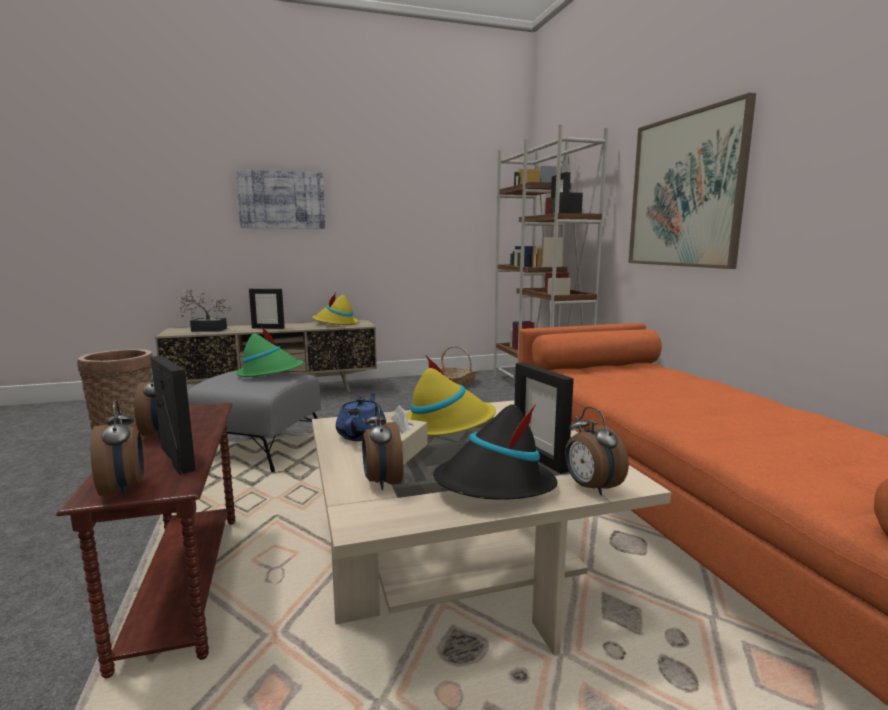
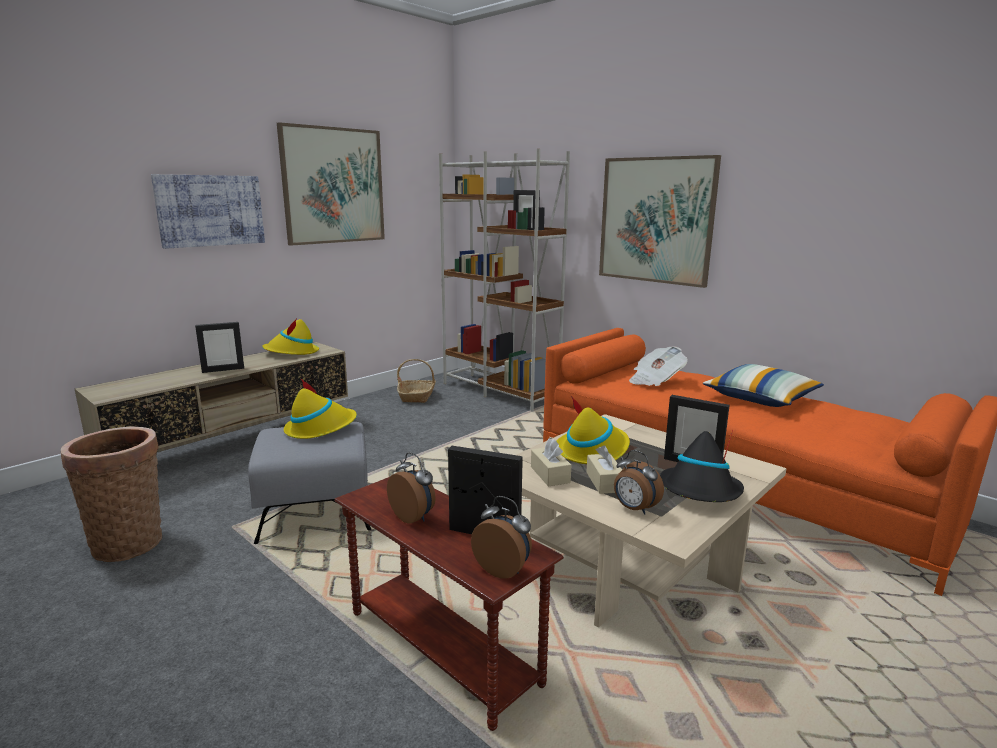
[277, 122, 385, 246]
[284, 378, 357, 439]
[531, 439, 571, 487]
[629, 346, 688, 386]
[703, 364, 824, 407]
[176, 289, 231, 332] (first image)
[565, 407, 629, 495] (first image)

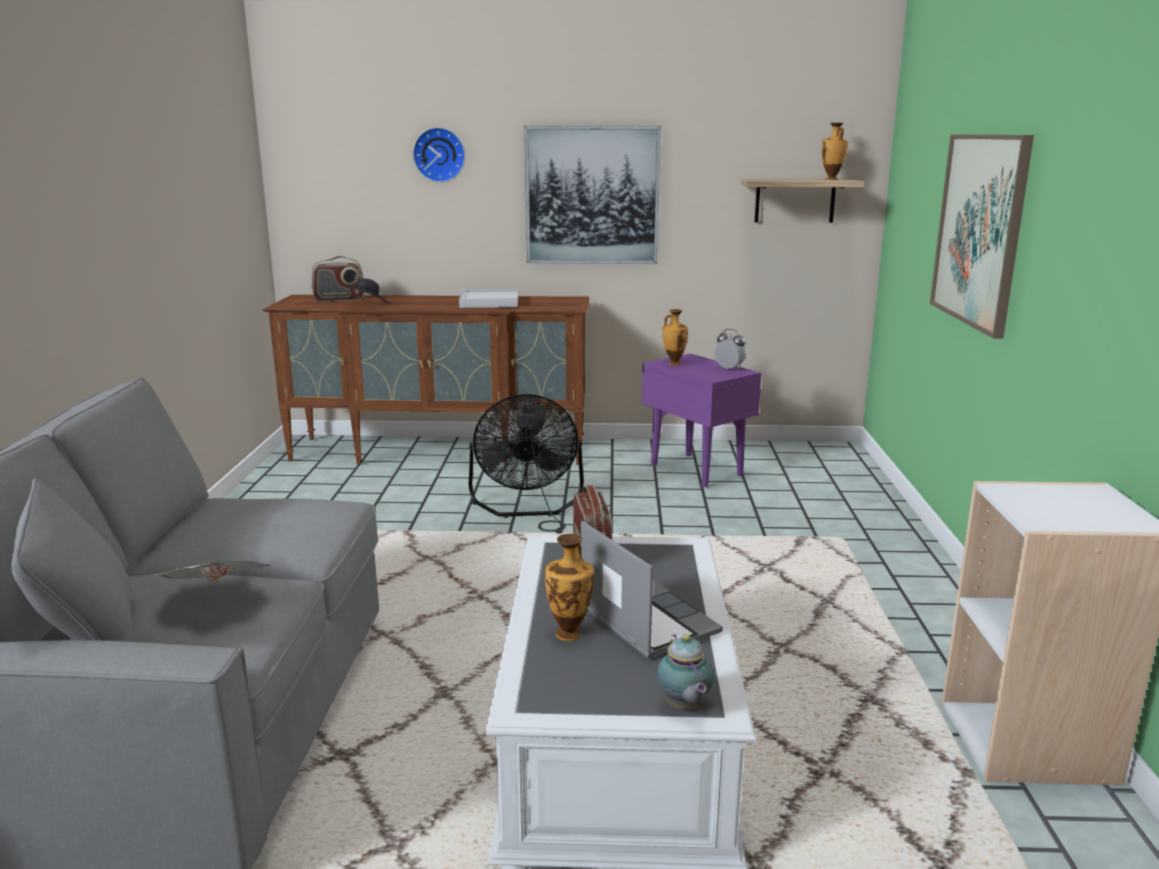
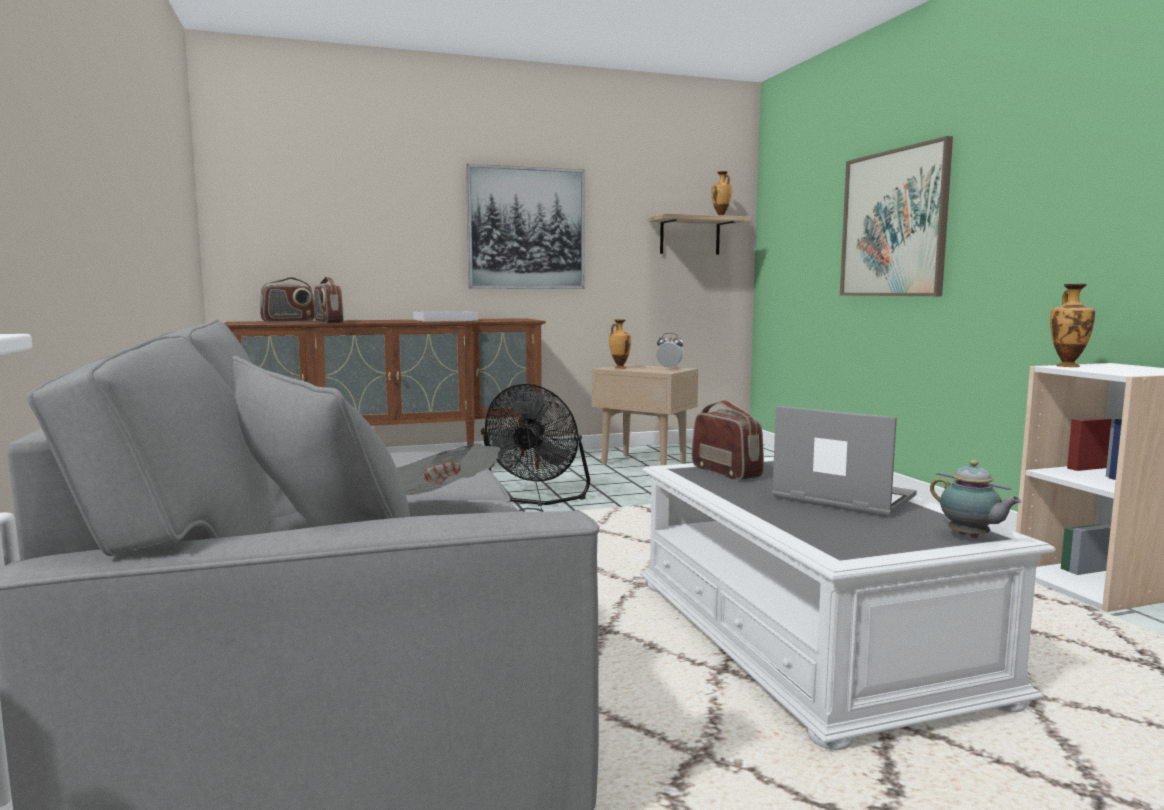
[314, 277, 343, 323]
[481, 384, 590, 512]
[592, 364, 698, 465]
[1050, 284, 1095, 367]
[413, 127, 465, 183] (first image)

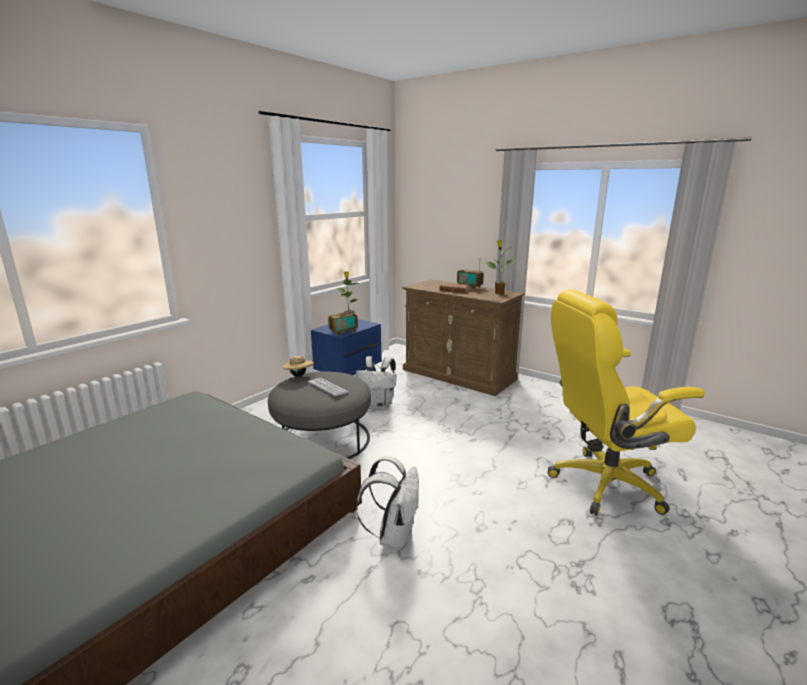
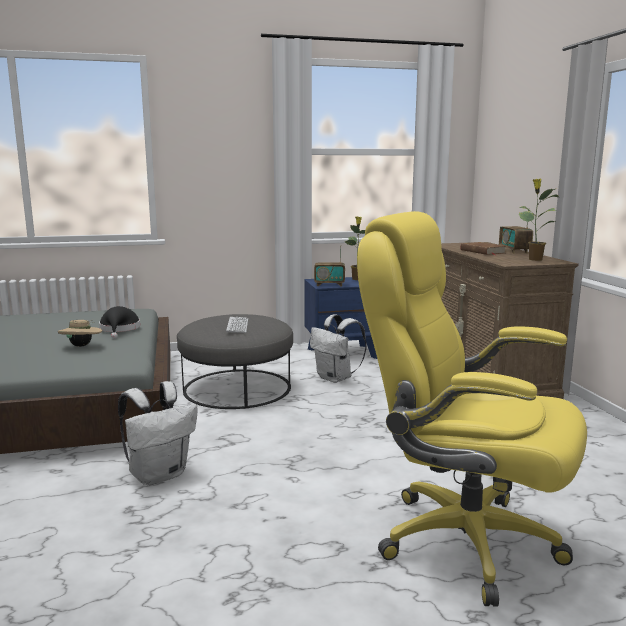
[58, 320, 102, 347]
[99, 306, 140, 339]

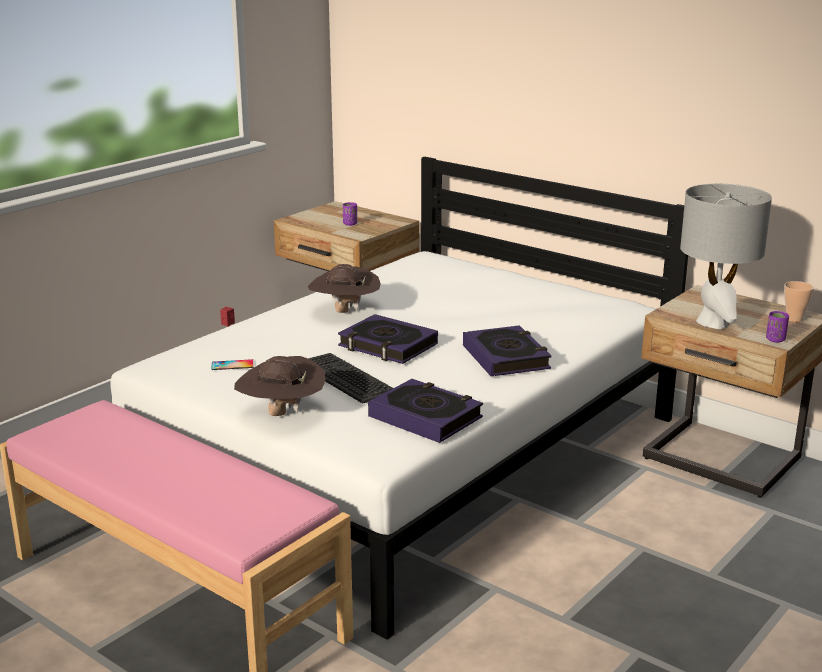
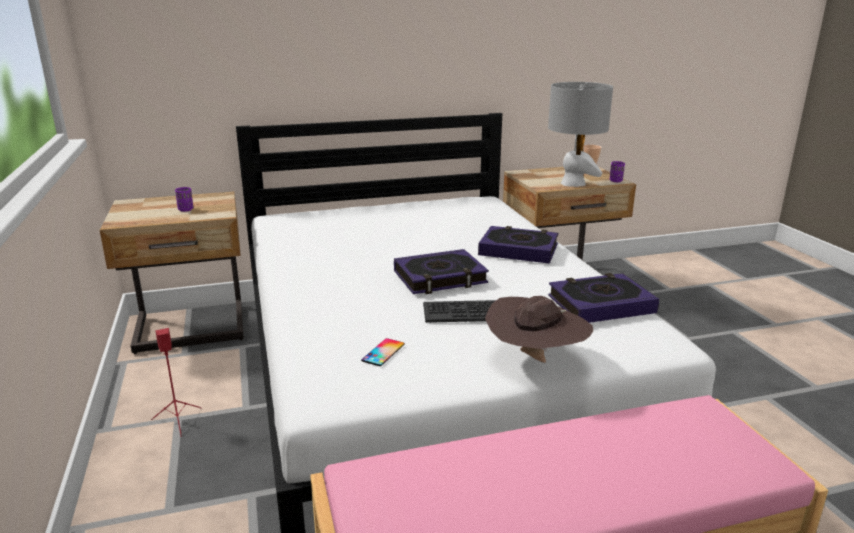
[308, 264, 381, 313] (first image)

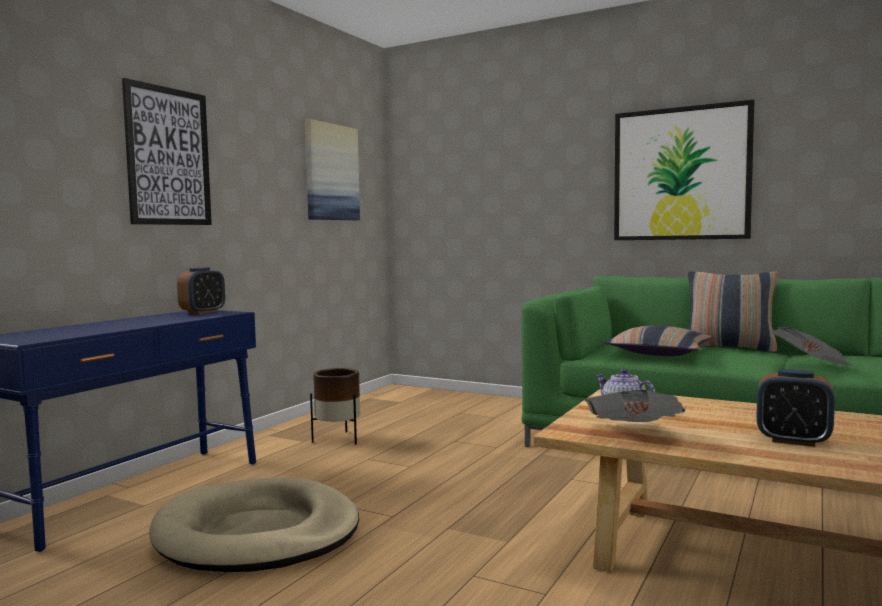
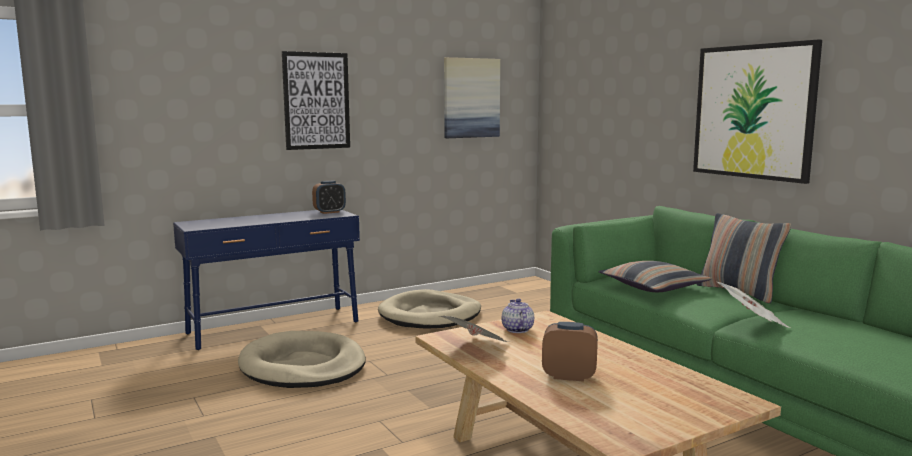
[378, 289, 481, 329]
[542, 322, 598, 382]

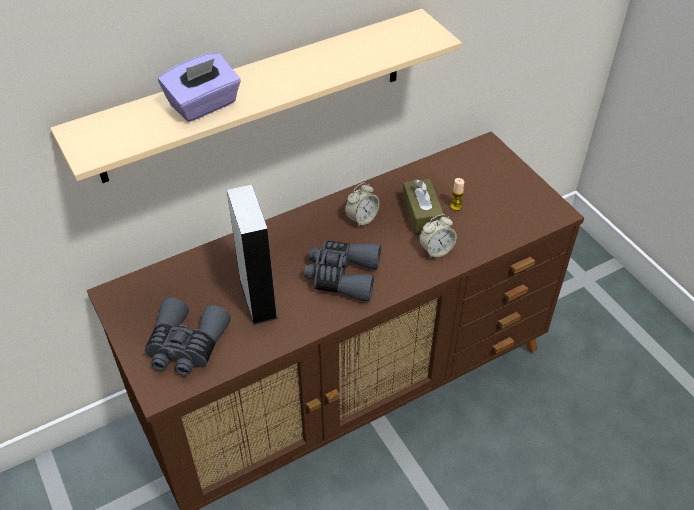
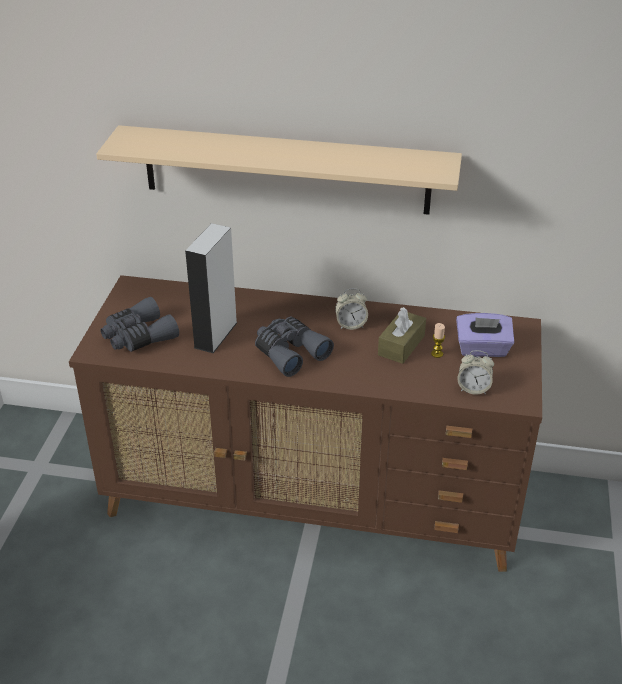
[456, 313, 515, 357]
[458, 350, 494, 395]

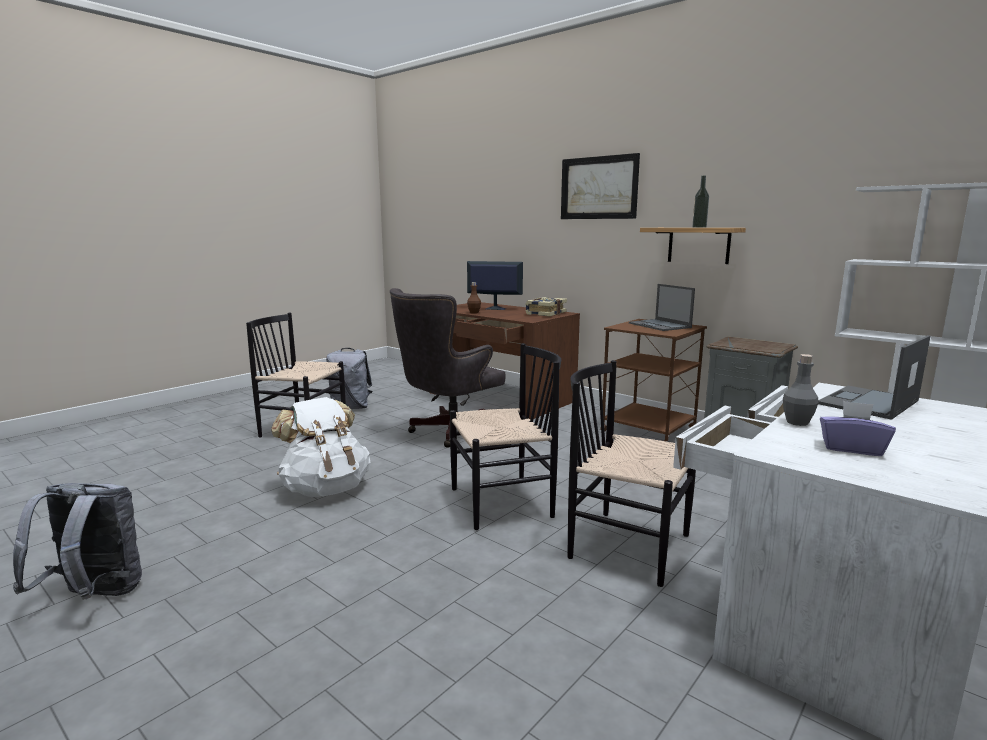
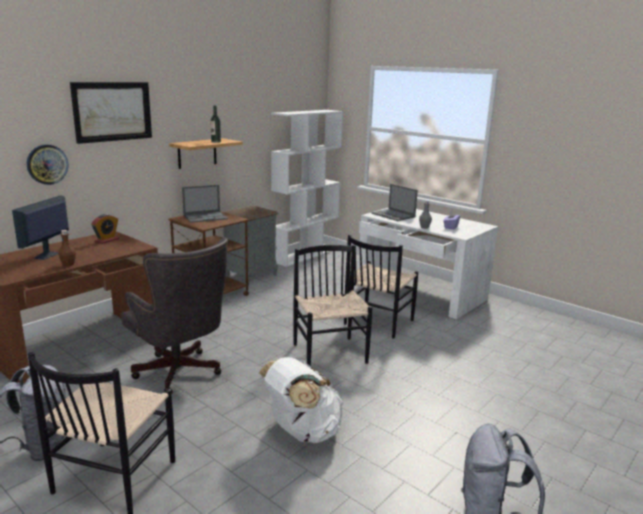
[27, 144, 68, 185]
[91, 214, 119, 244]

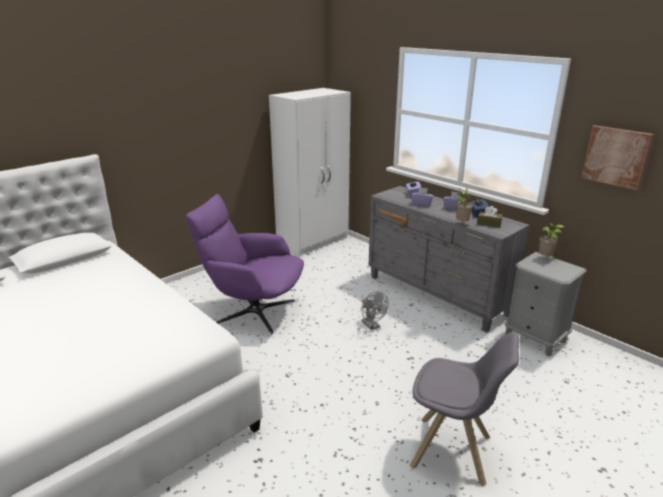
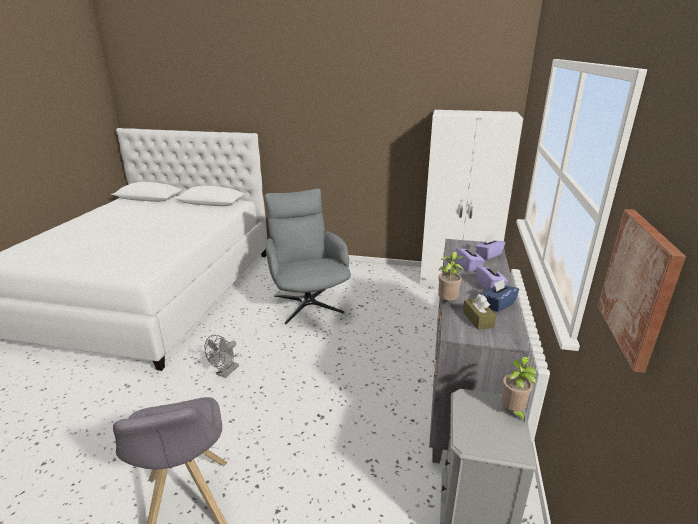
[204, 335, 239, 378]
[265, 189, 351, 325]

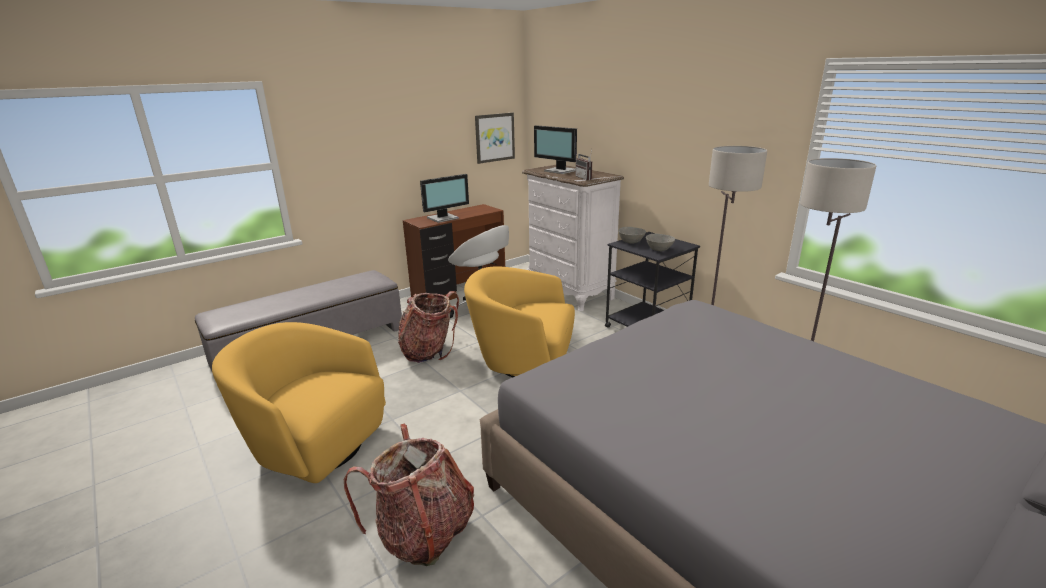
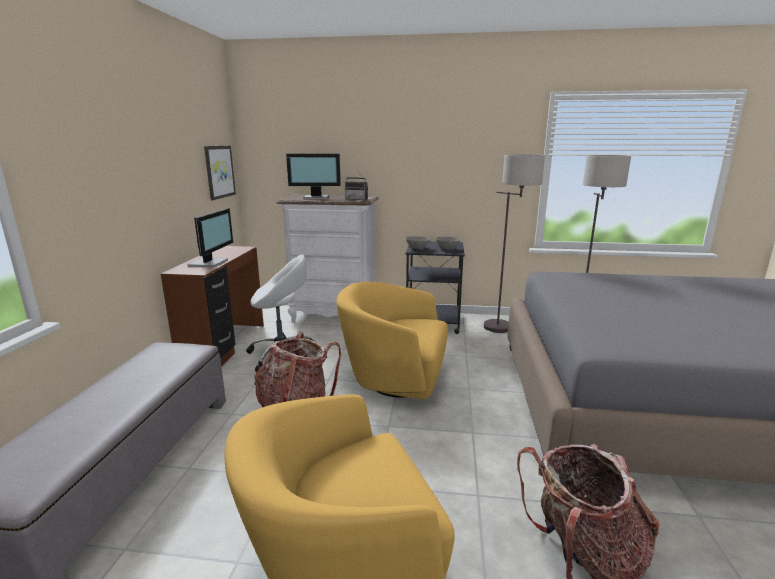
[336, 282, 448, 399]

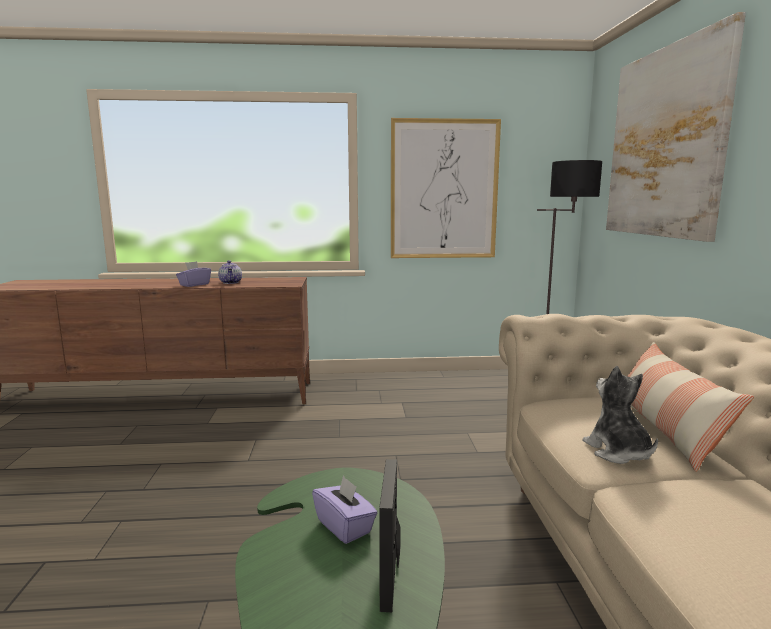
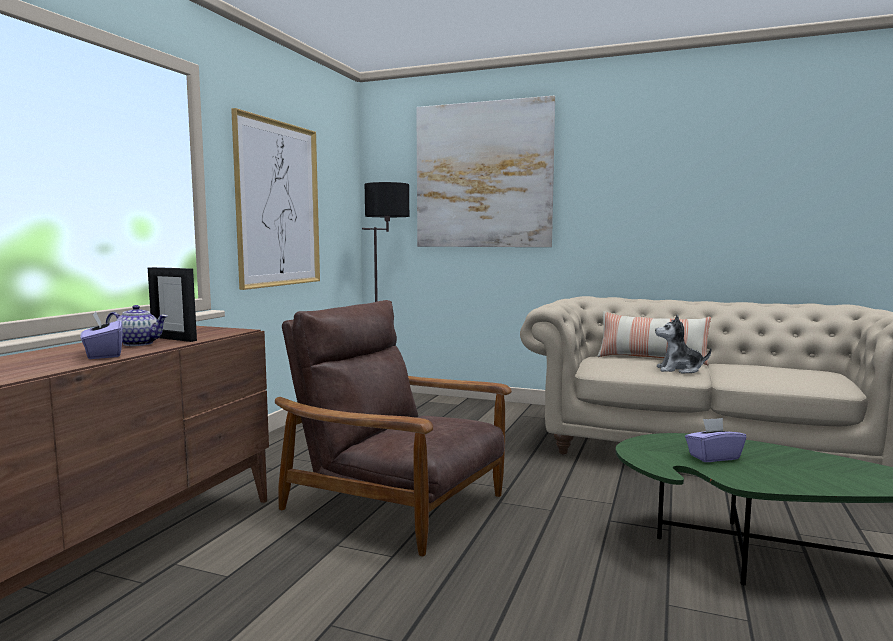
[148, 267, 197, 342]
[275, 300, 512, 556]

